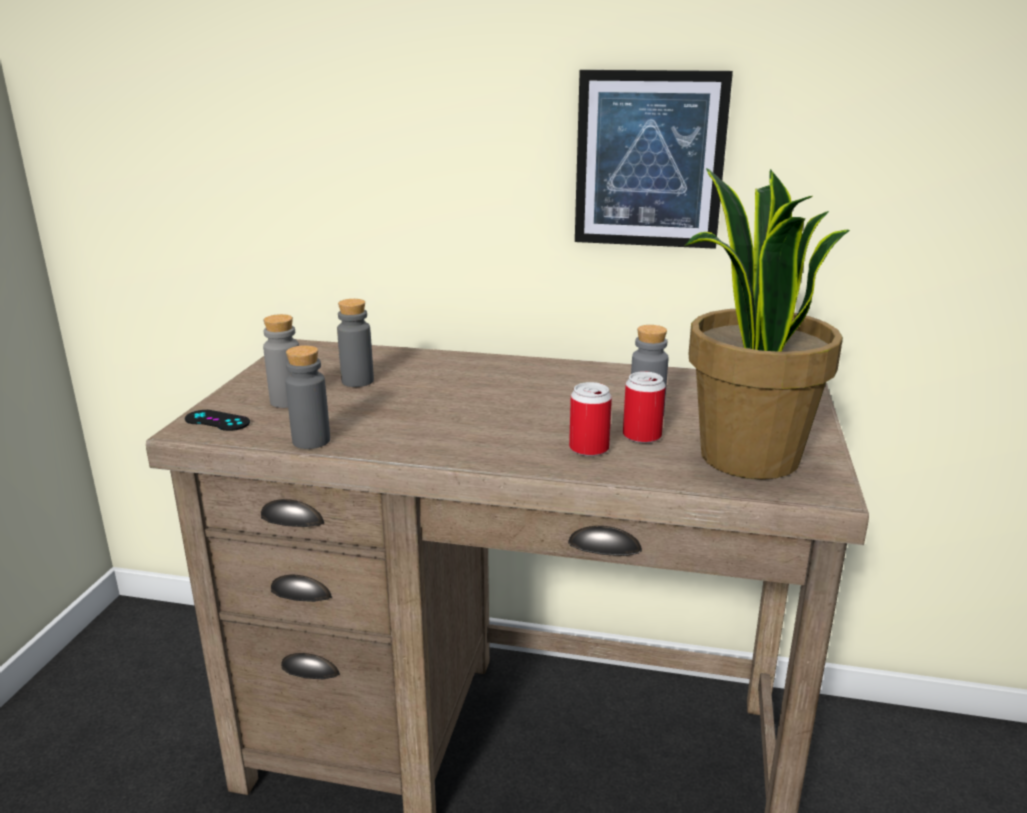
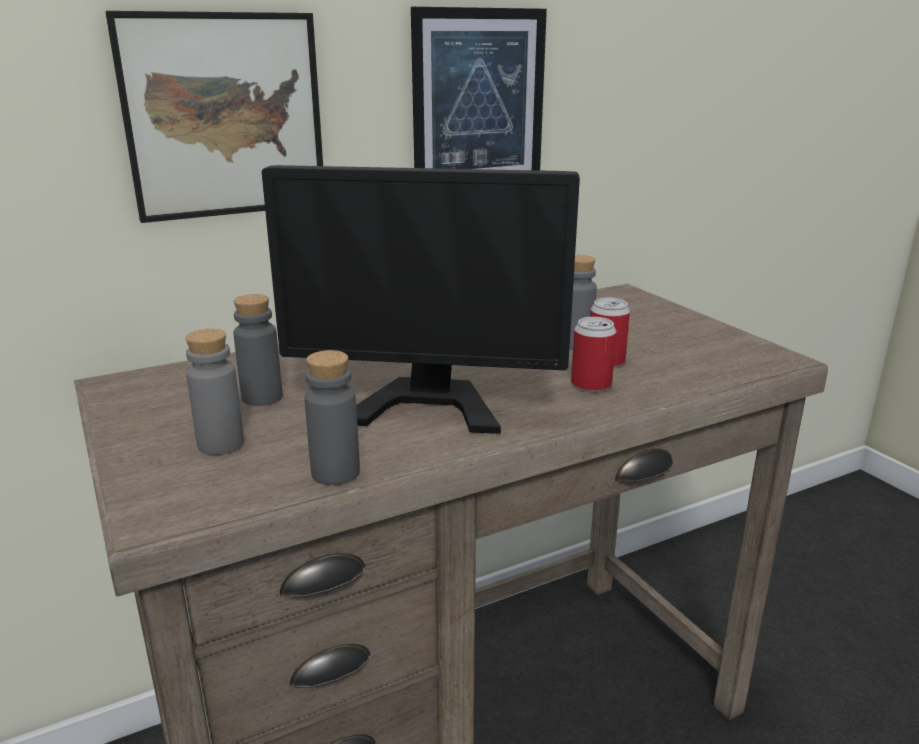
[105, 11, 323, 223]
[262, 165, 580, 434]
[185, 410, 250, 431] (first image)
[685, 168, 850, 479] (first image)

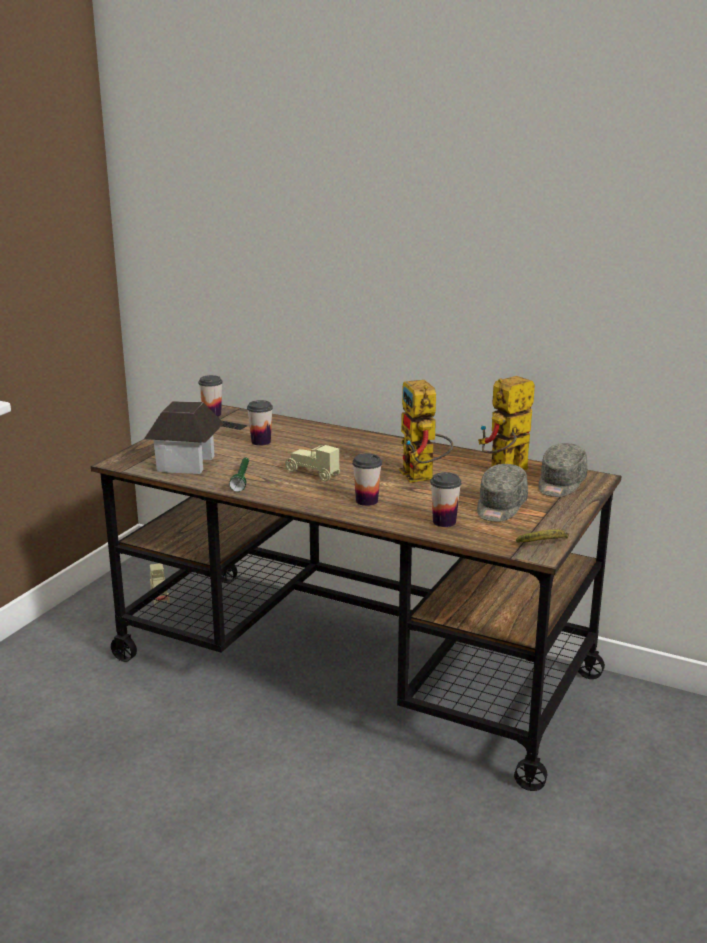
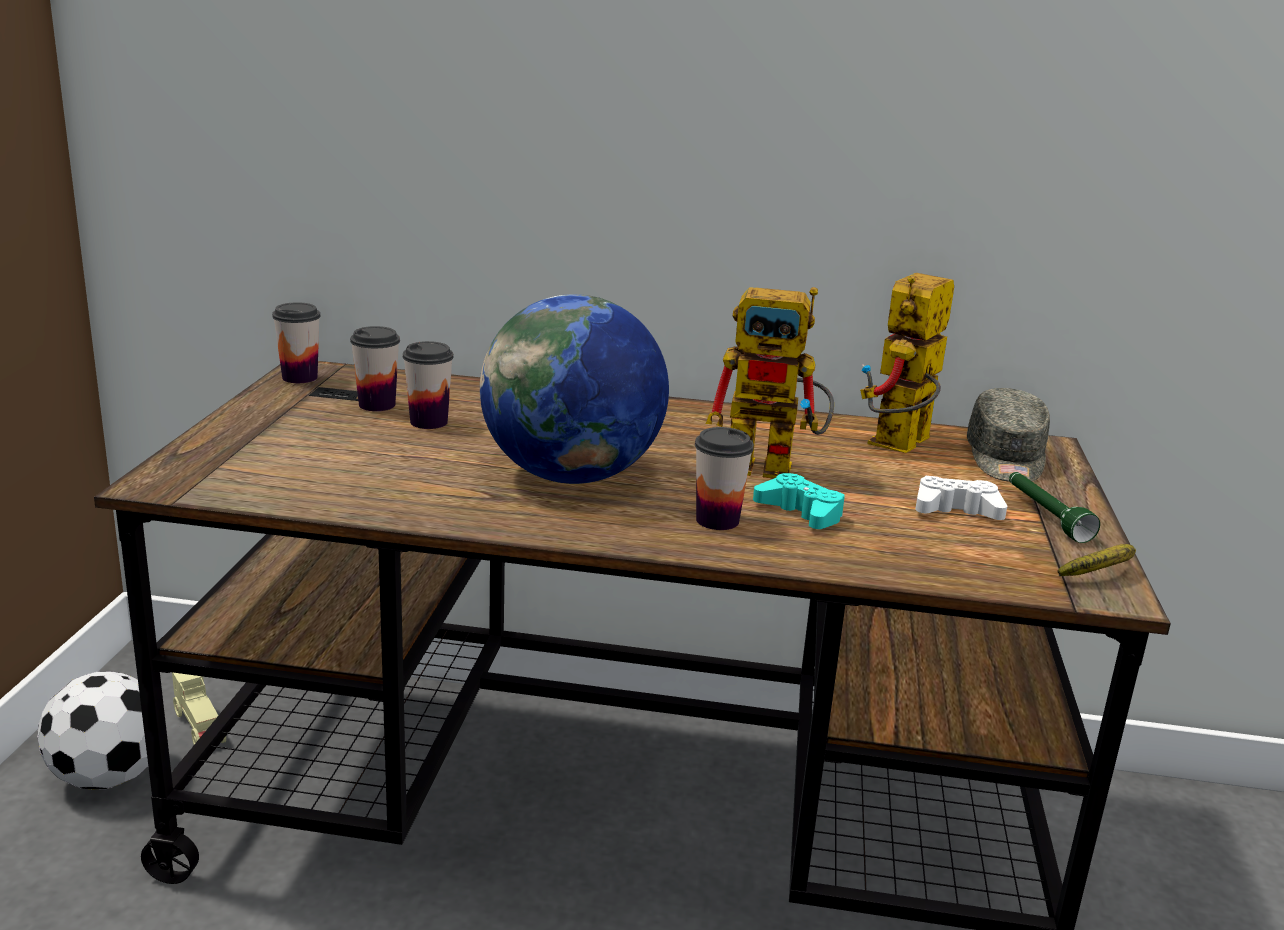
[37, 671, 148, 790]
[350, 326, 400, 411]
[480, 294, 669, 484]
[706, 287, 834, 479]
[753, 473, 845, 529]
[915, 476, 1007, 520]
[1009, 472, 1100, 543]
[144, 401, 224, 474] (first image)

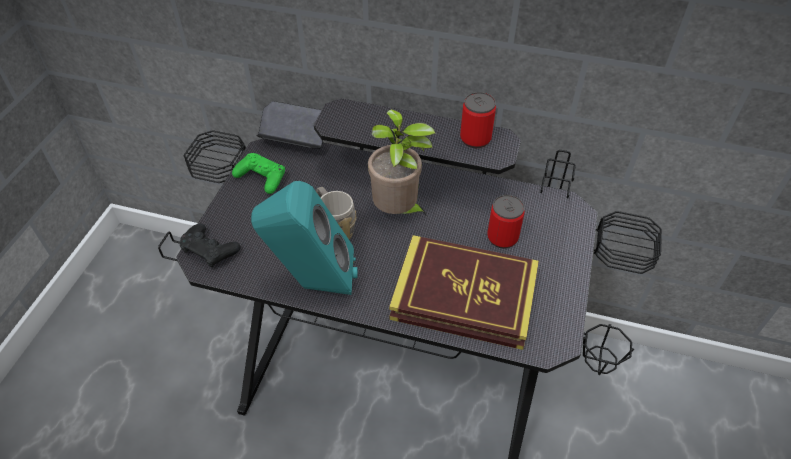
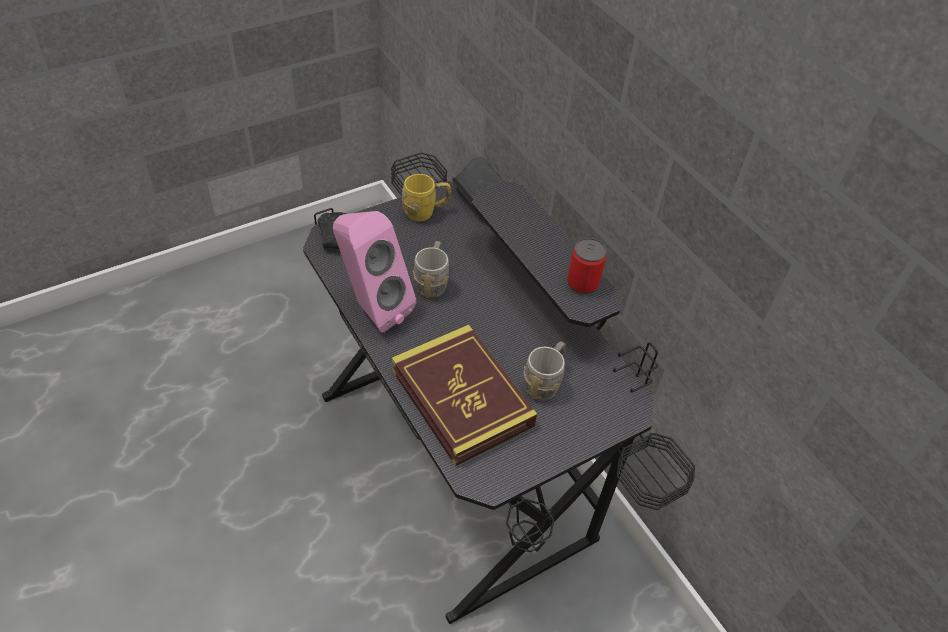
[333, 211, 416, 333]
[402, 174, 451, 221]
[523, 341, 566, 401]
[368, 109, 436, 216] (first image)

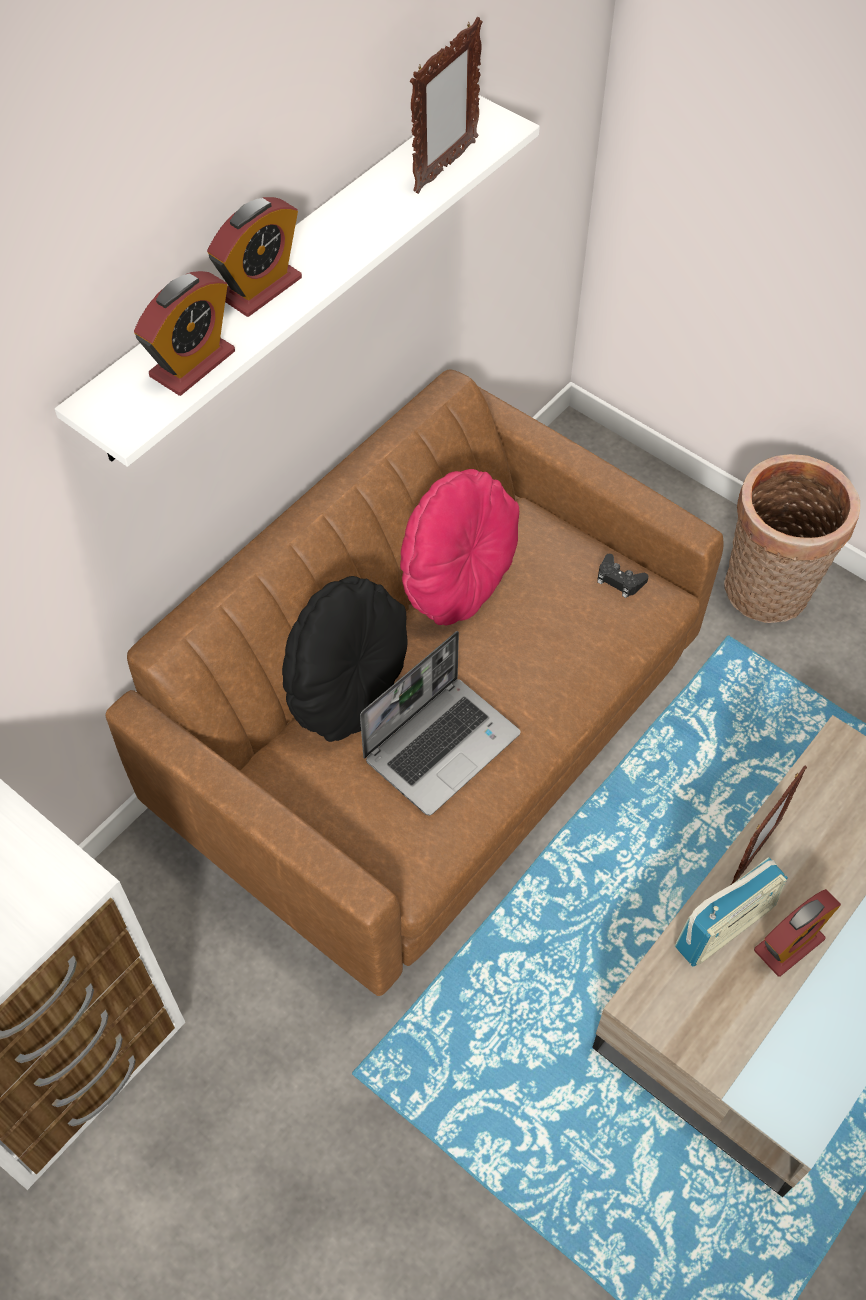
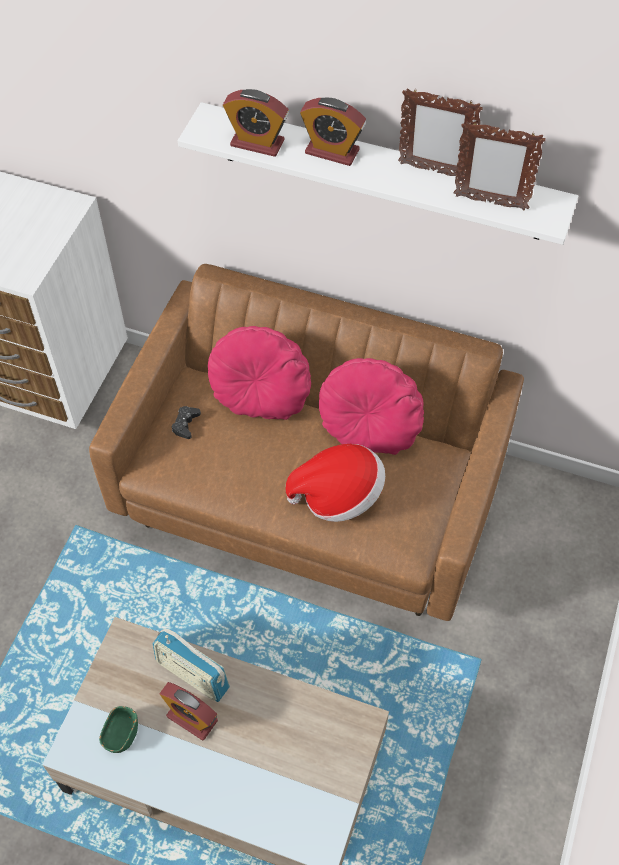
[99, 706, 138, 753]
[172, 406, 201, 439]
[208, 326, 311, 420]
[286, 444, 385, 522]
[398, 88, 483, 176]
[360, 631, 521, 816] (first image)
[724, 454, 860, 623] (first image)

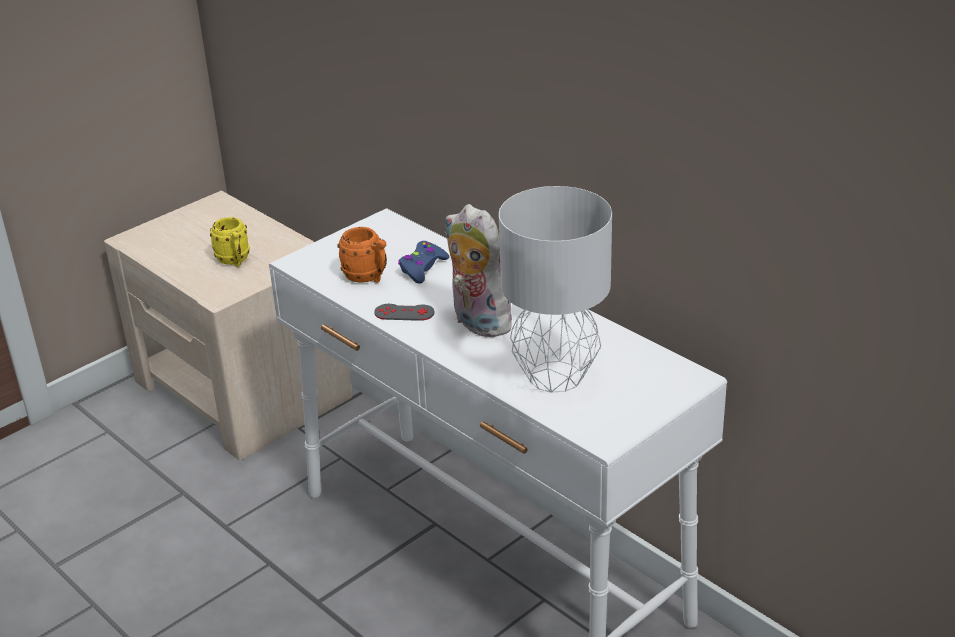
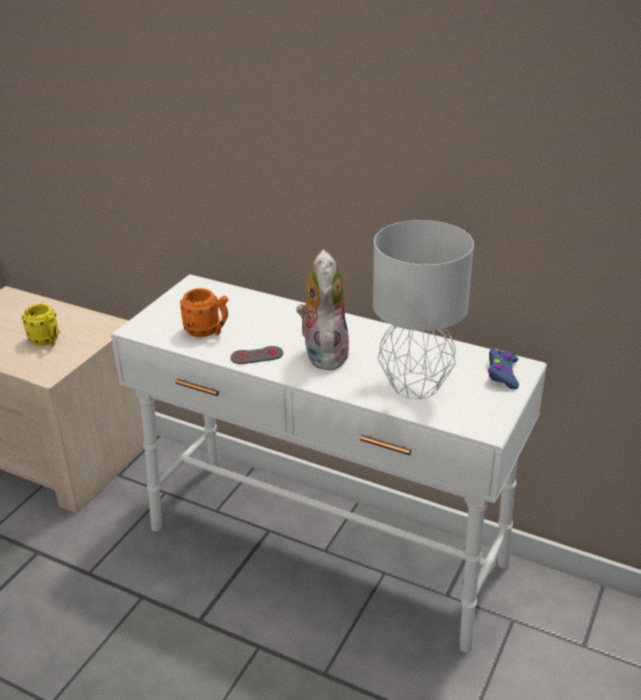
[296, 249, 350, 370]
[488, 347, 519, 389]

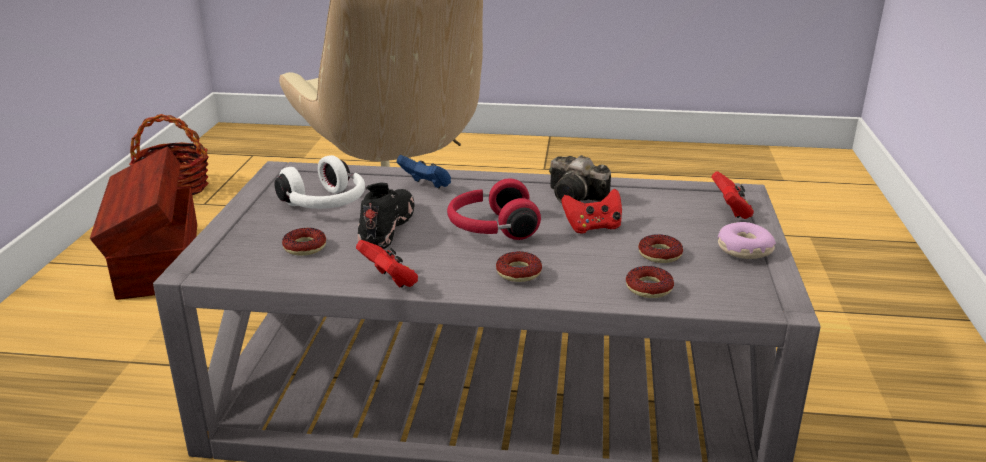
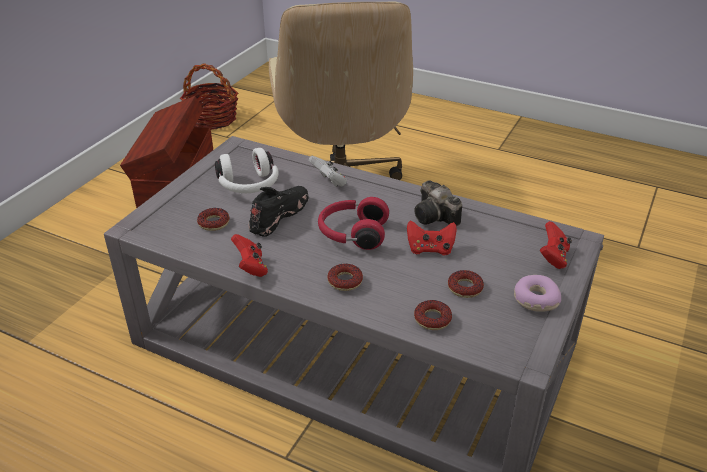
[309, 156, 347, 187]

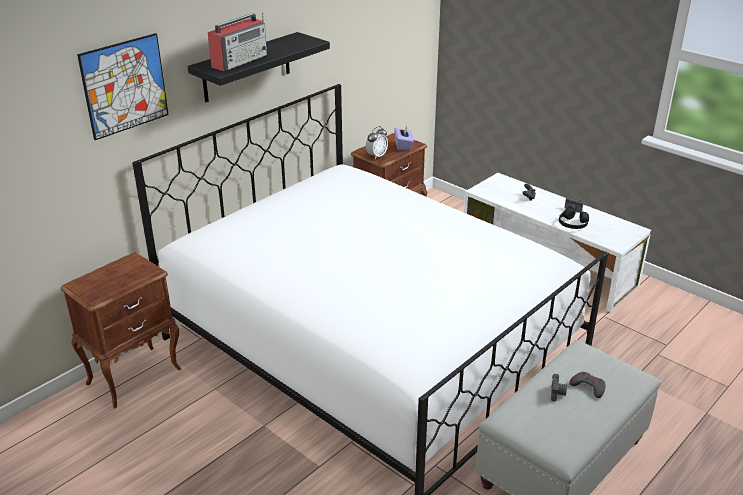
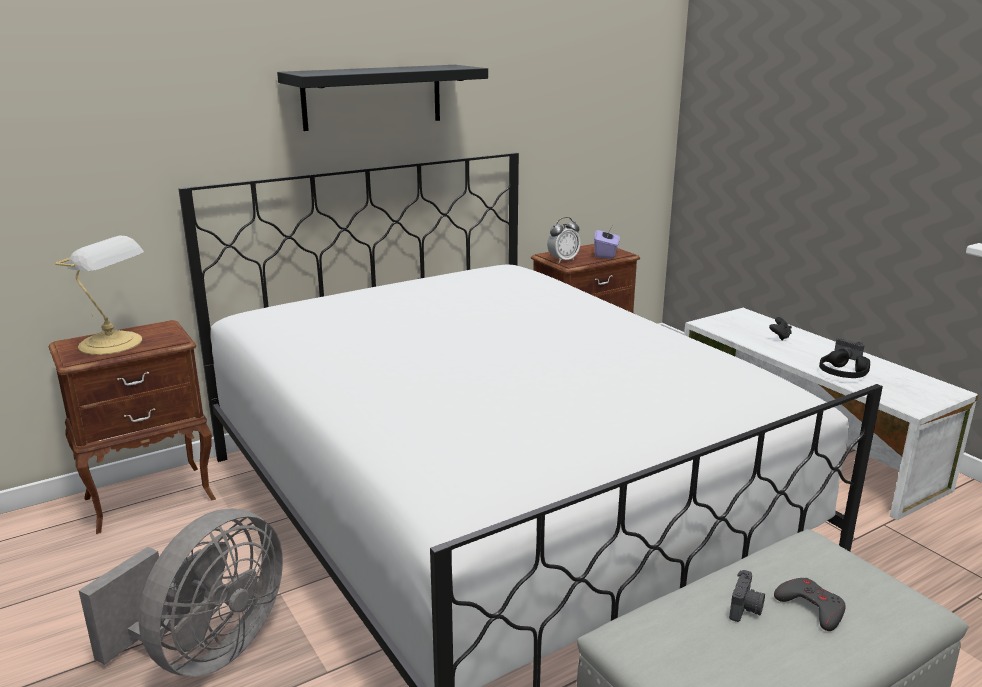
[55, 235, 144, 355]
[79, 508, 283, 677]
[77, 33, 169, 140] (first image)
[208, 12, 267, 71] (first image)

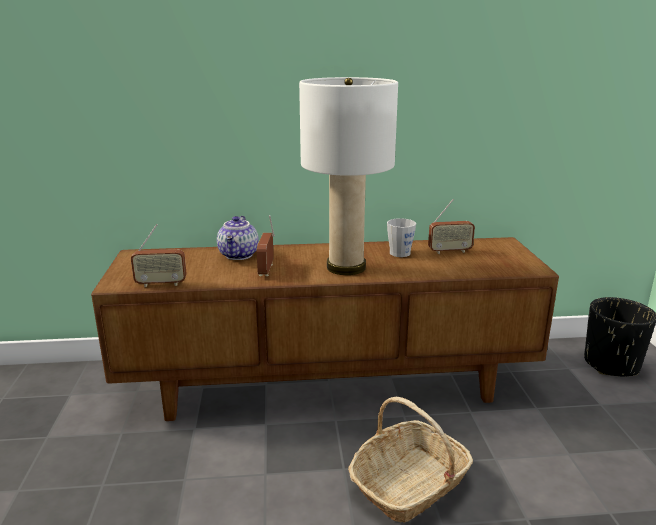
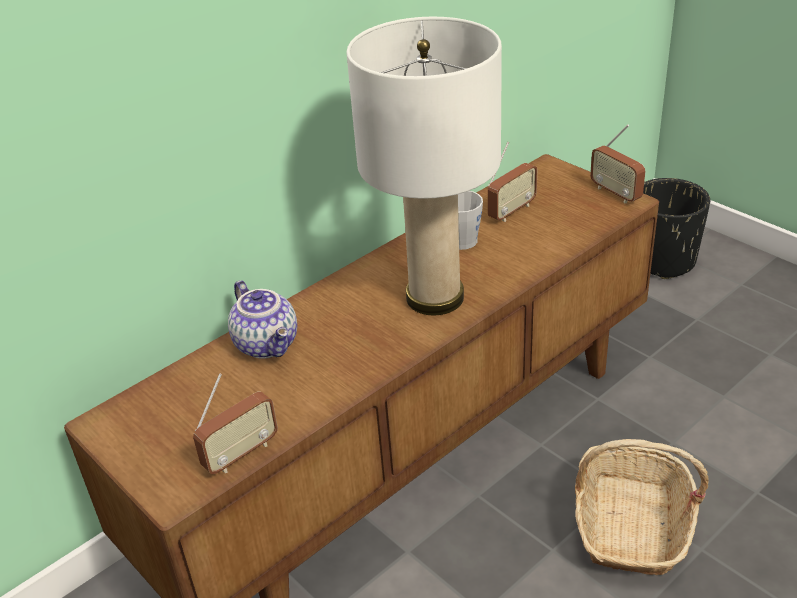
[590, 125, 645, 203]

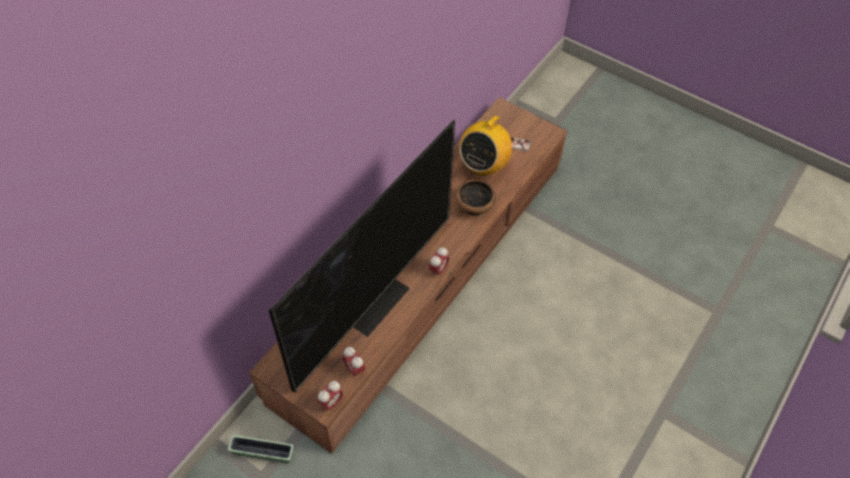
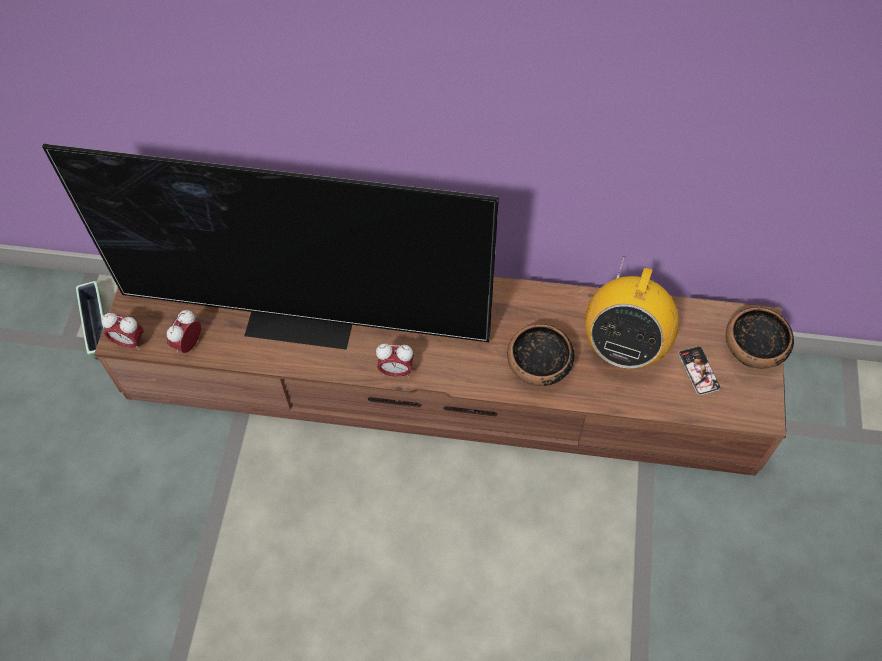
[585, 256, 679, 369]
[726, 307, 794, 369]

